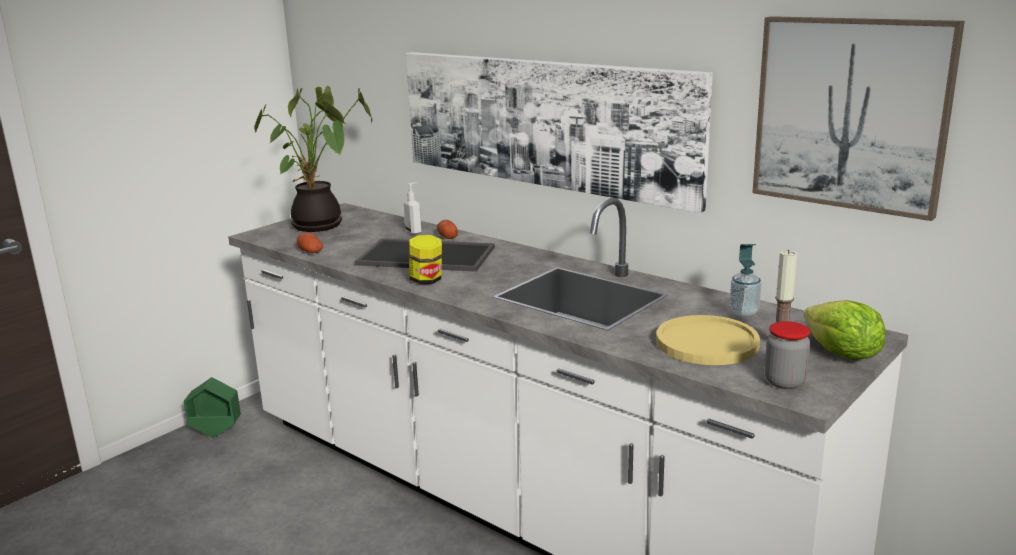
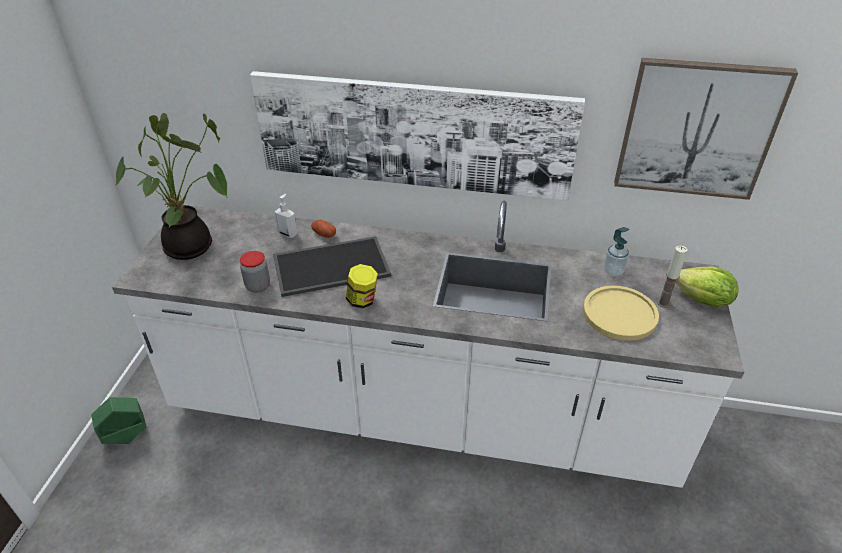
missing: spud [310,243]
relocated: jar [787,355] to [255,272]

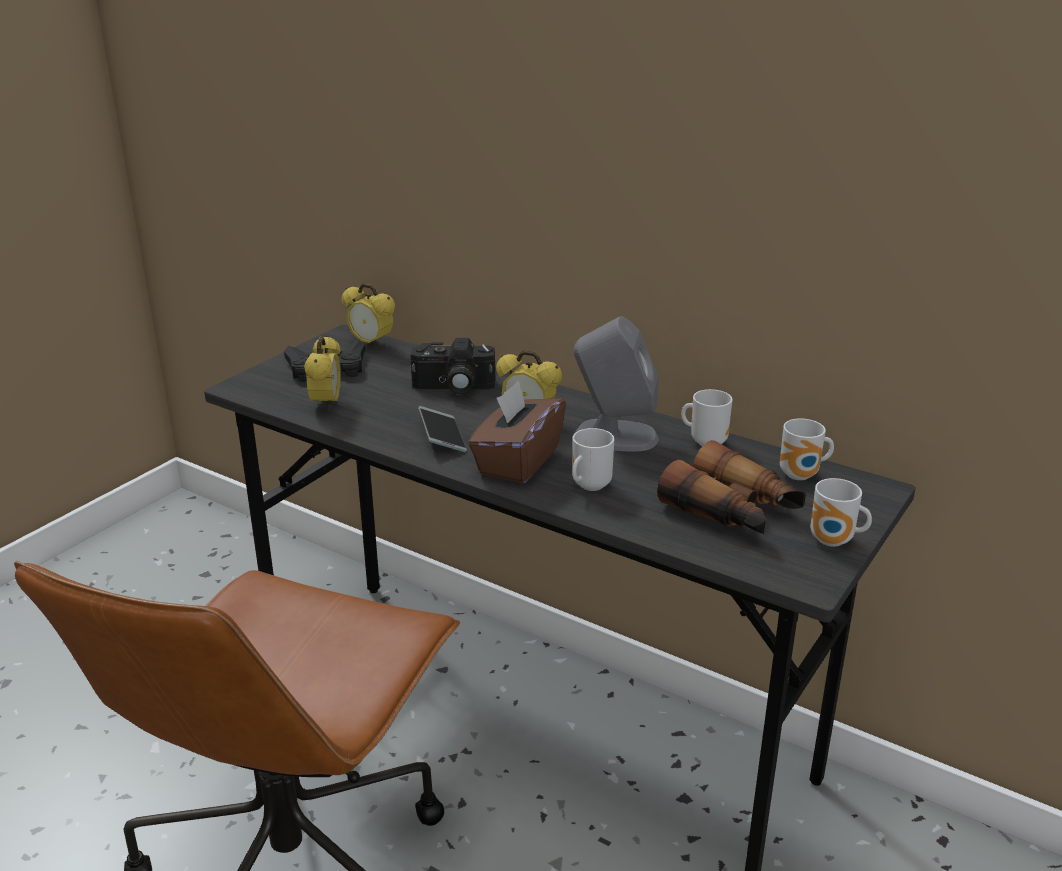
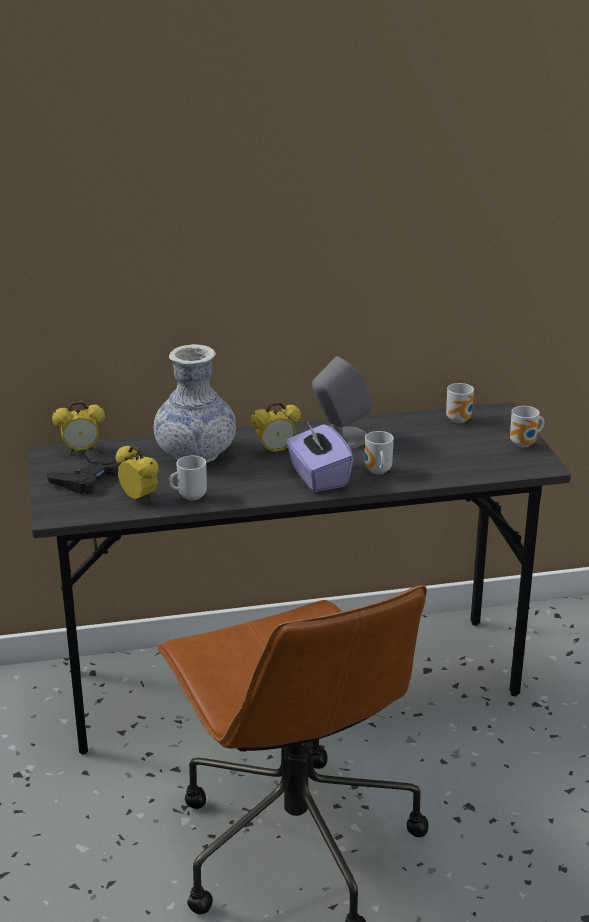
missing: handset [442,429]; binoculars [731,487]
relocated: tea mug [707,417] to [188,478]
exchanged: still camera [453,366] to flower vase [195,403]
colour: brownish tissue box [517,432] to purple tissue box [320,456]

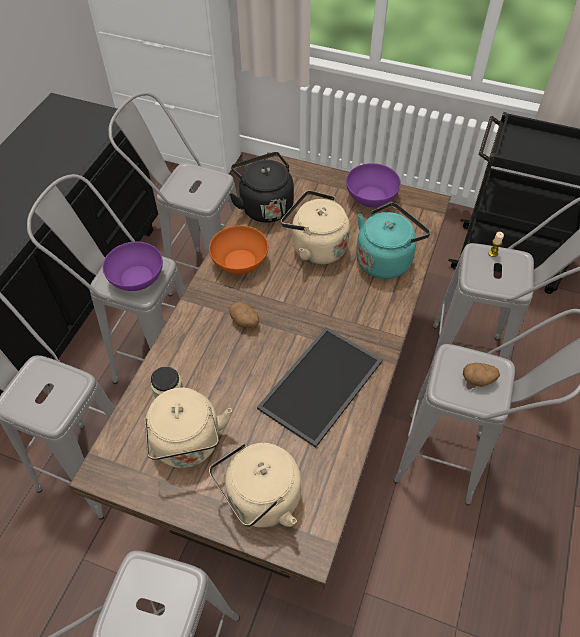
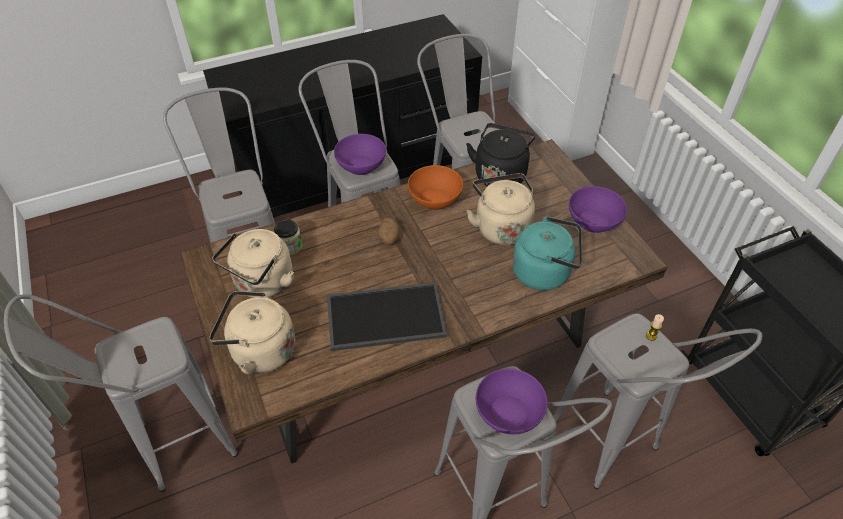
exchanged: spud [481,375] to purple bowl [511,401]

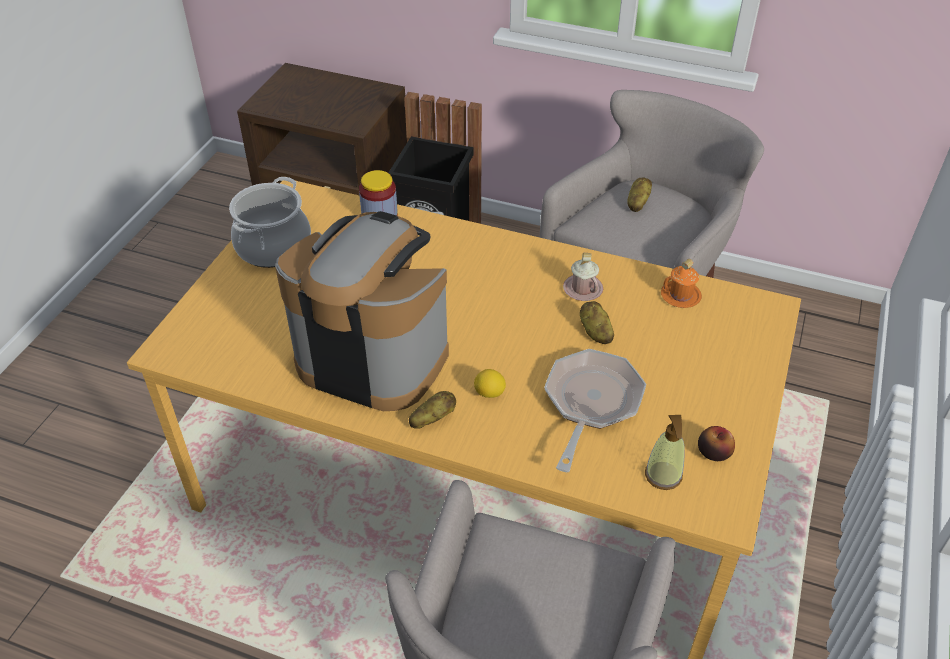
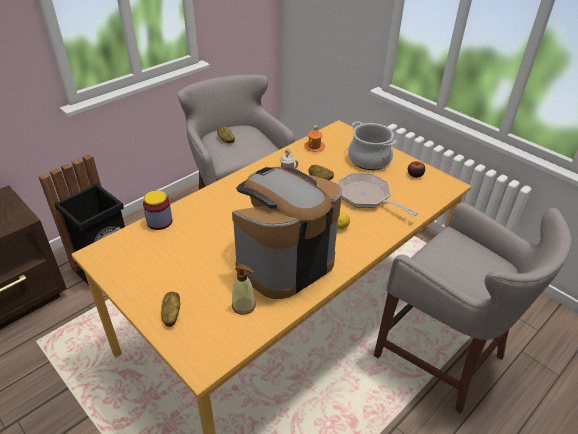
relocated: spud [432,410] to [170,309]; liquid soap bottle [665,452] to [244,289]; cooking pot [270,222] to [372,145]

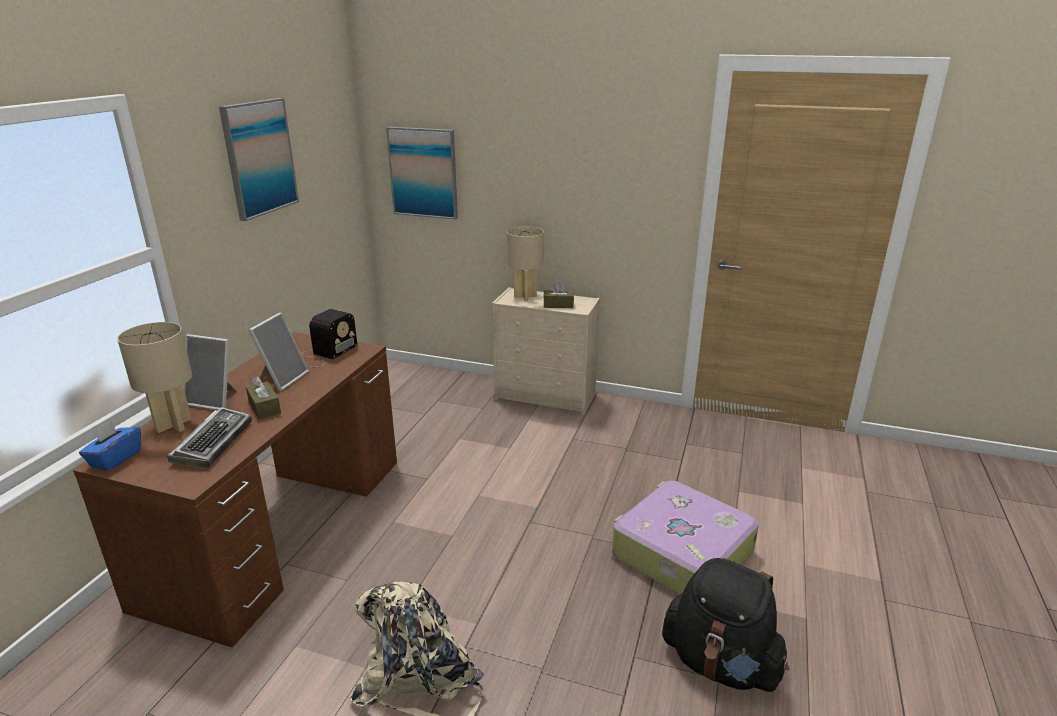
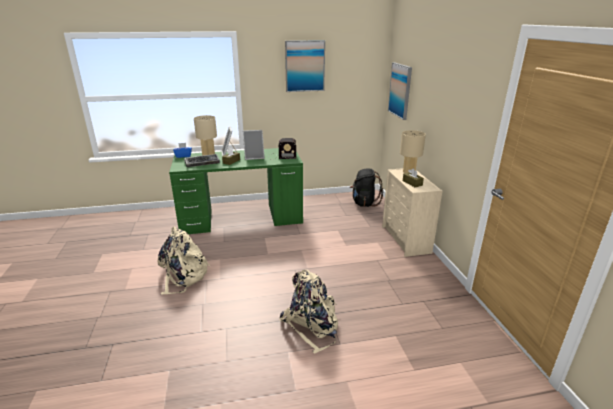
relocated: blackish rucksack [726,625] to [366,187]
exchanged: travel case [685,538] to sand-coloured rucksack [308,312]
colour: brownish desk unit [235,490] to green-coloured desk unit [236,191]

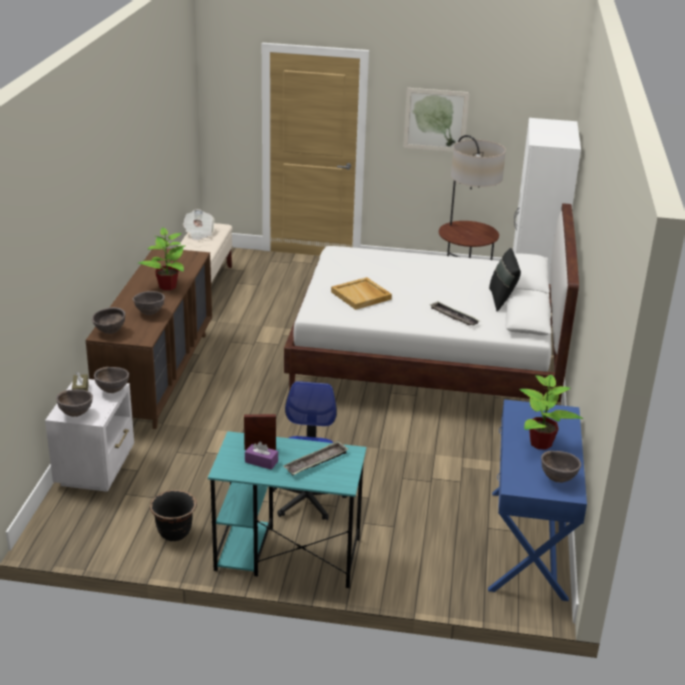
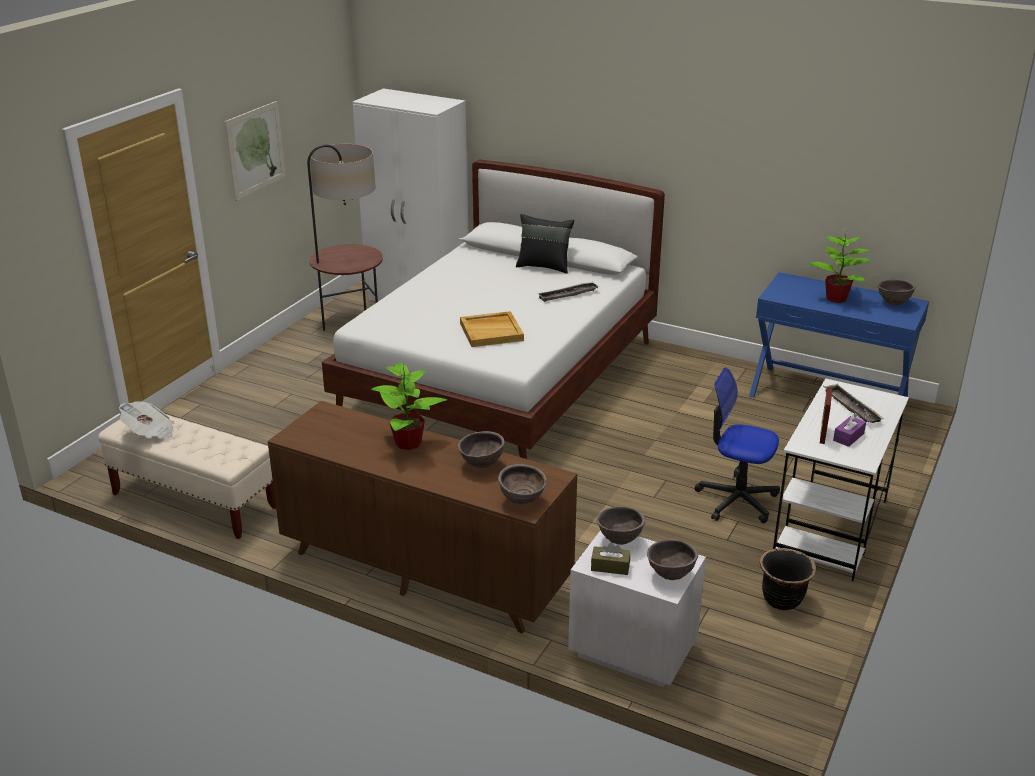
colour: turquoise-coloured desk unit [287,509] to white-coloured desk unit [841,479]

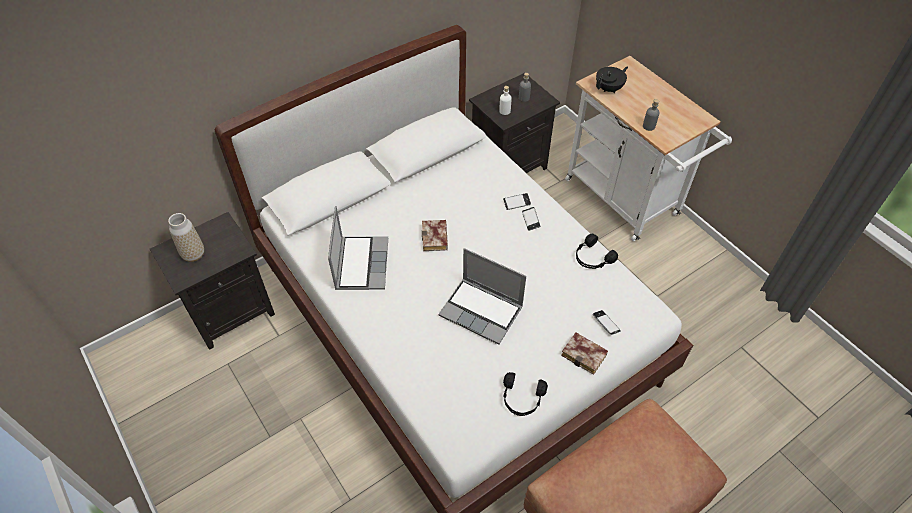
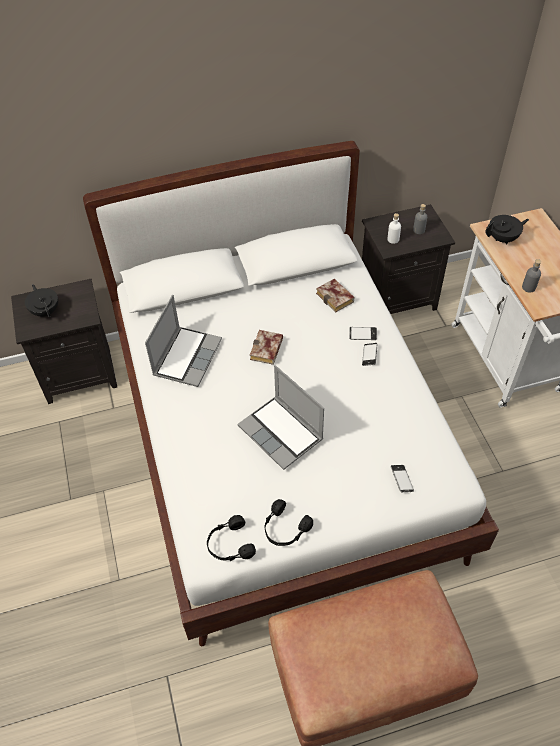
relocated: blackish pair of headphones [597,251] to [231,538]; bound book [584,353] to [335,295]
exchanged: flower vase [186,237] to blackish tea pot [41,300]

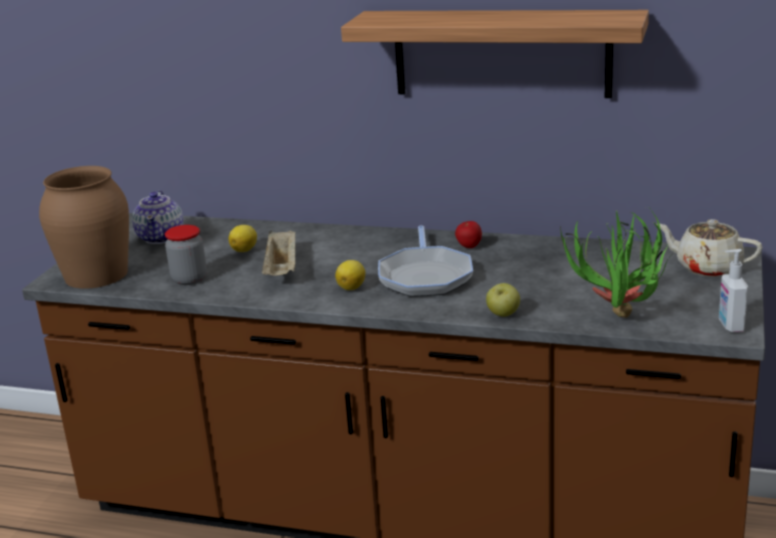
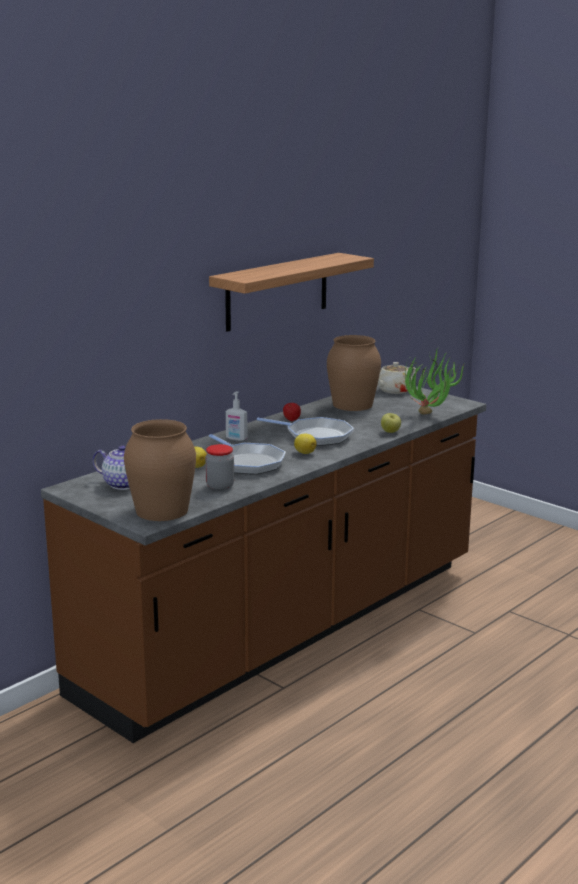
appeared: brownish flower vase [354,373]
relocated: liquid soap bottle [733,290] to [237,416]
exchanged: sand-coloured carrying tray [278,253] to frying pan [247,454]

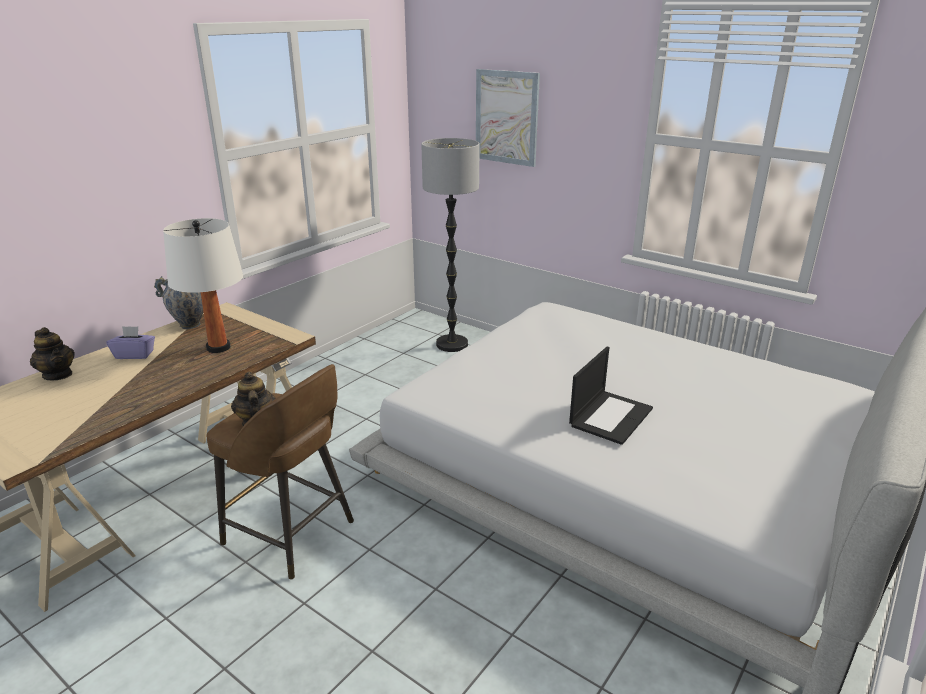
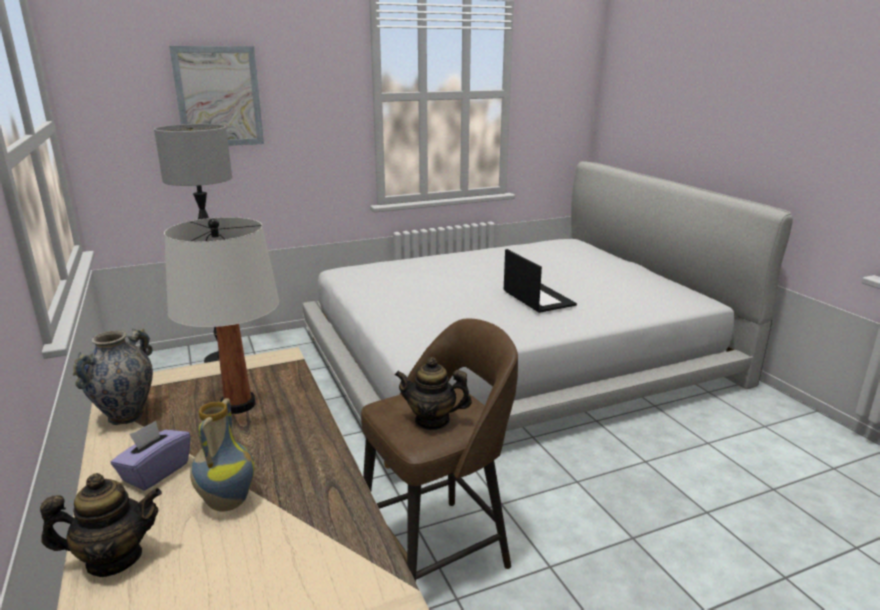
appeared: flower vase [222,454]

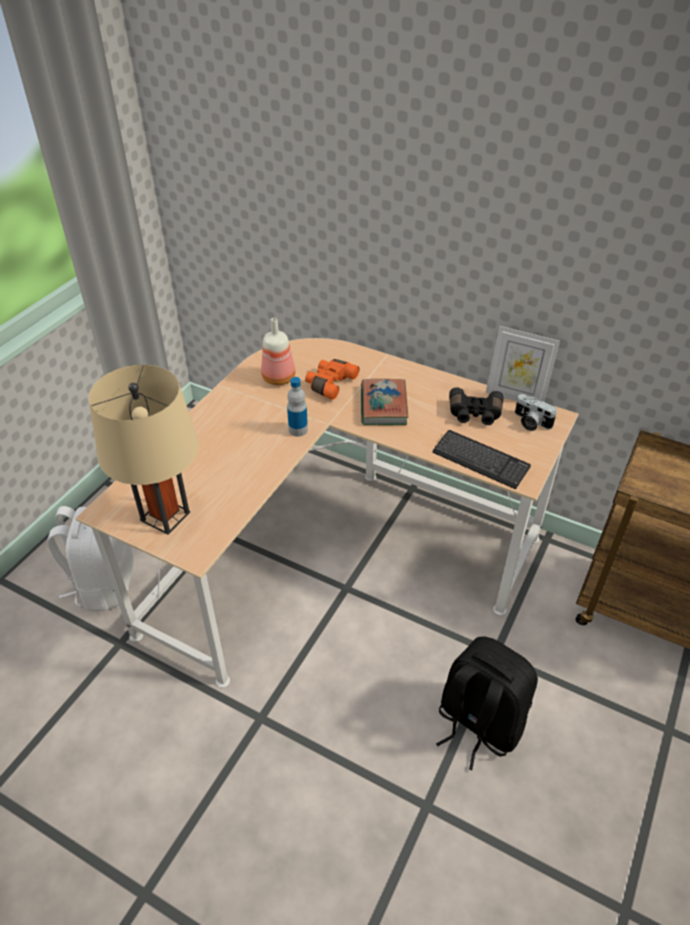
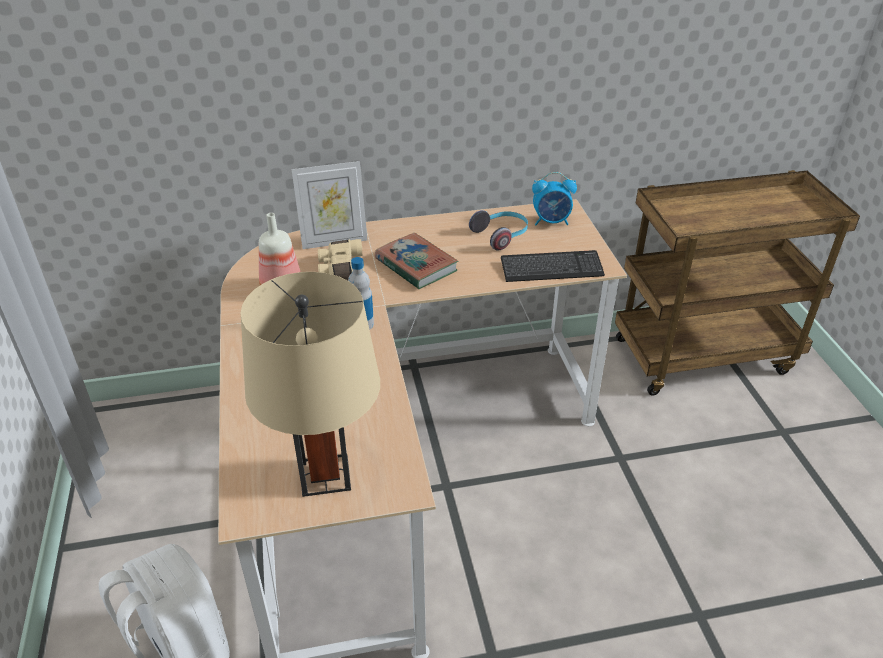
missing: blackish rucksack [487,703]
relocated: picture frame [523,364] to [329,205]
exchanged: blackish binoculars [476,406] to pair of headphones [498,230]; still camera [536,412] to alarm clock [554,198]
colour: orange-coloured binoculars [332,379] to sand-coloured binoculars [341,259]

